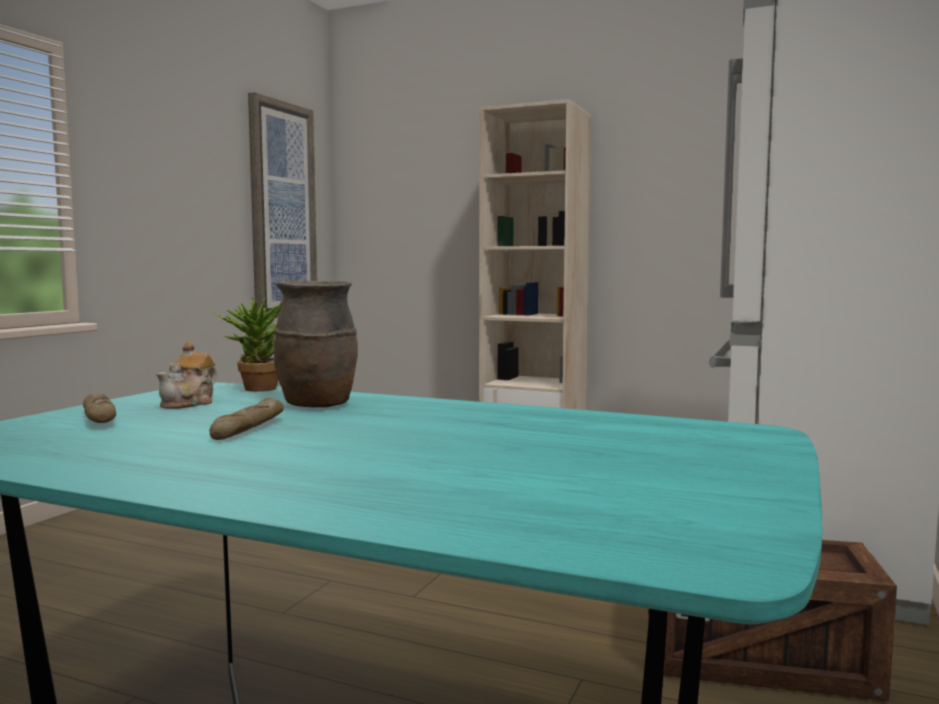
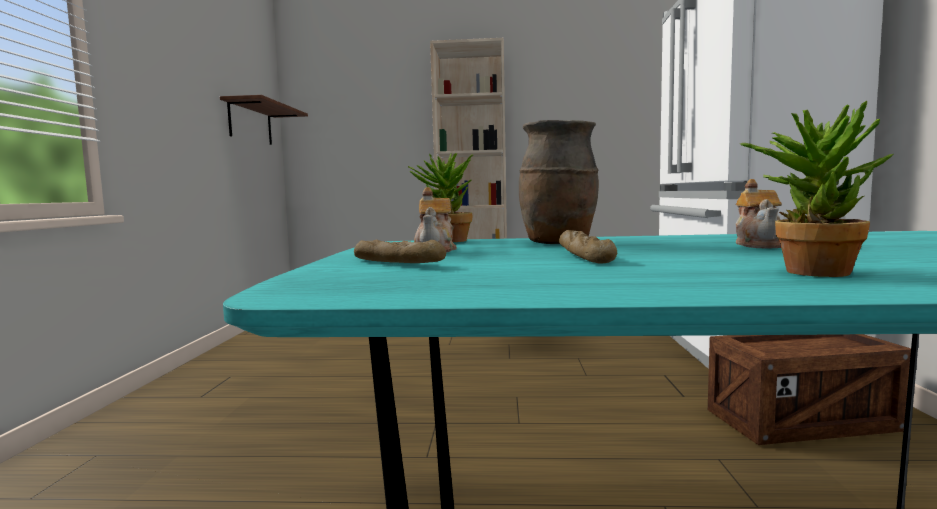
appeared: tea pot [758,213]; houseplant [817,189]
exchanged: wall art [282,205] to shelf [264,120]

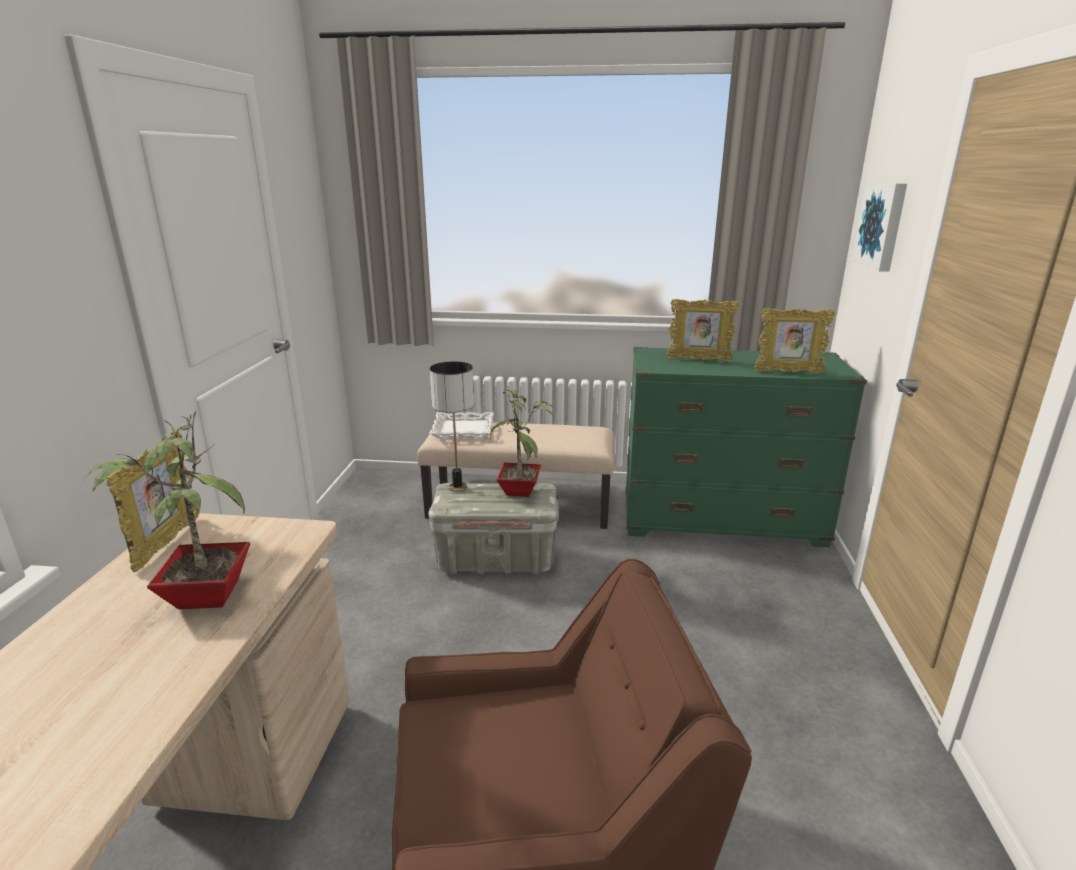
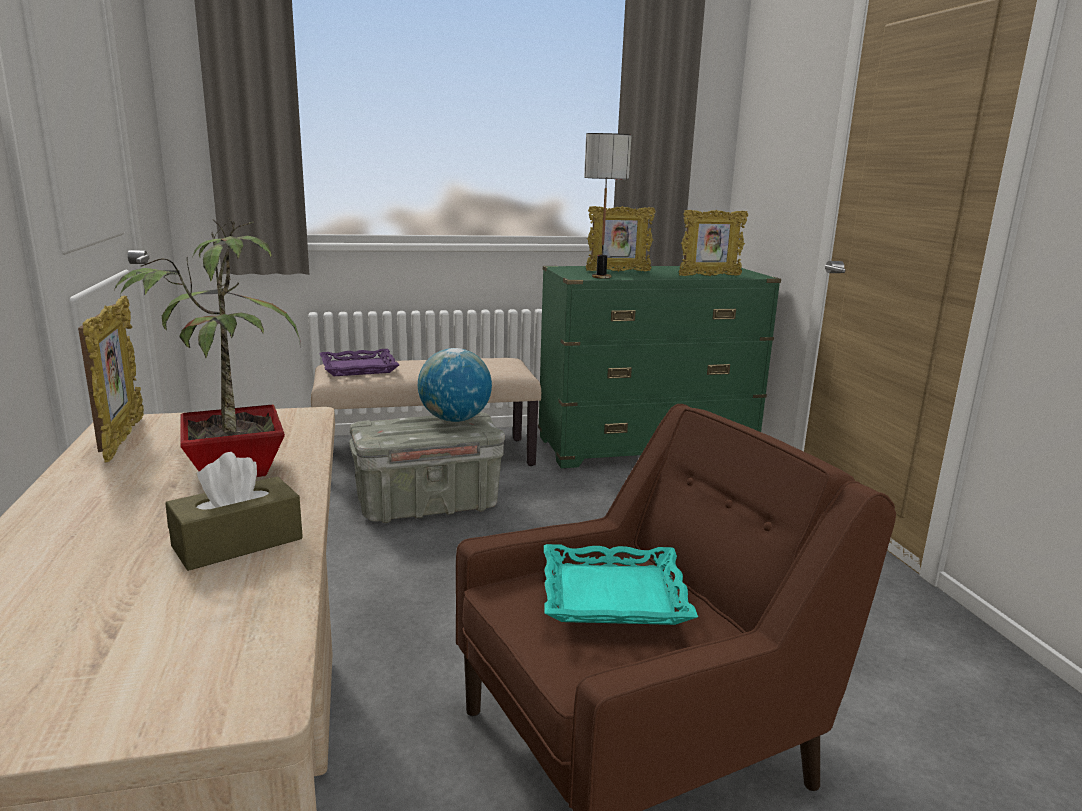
missing: wall art [879,226]
appeared: brownish tissue box [234,511]; turquoise-coloured carrying tray [621,584]
relocated: table lamp [452,426] to [608,206]
exchanged: houseplant [523,443] to world globe [455,385]
colour: white-coloured carrying tray [461,425] to purple carrying tray [359,362]

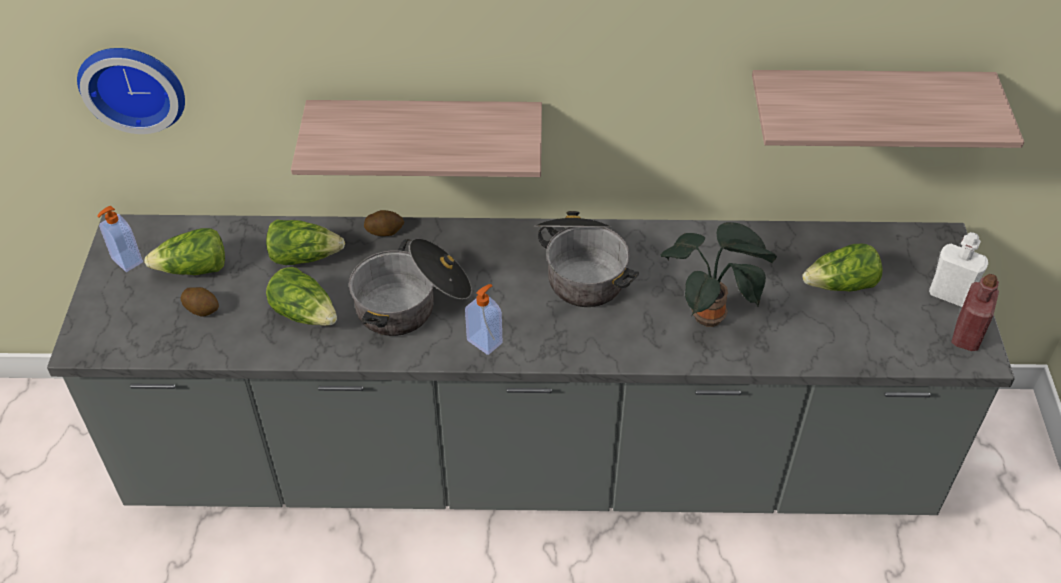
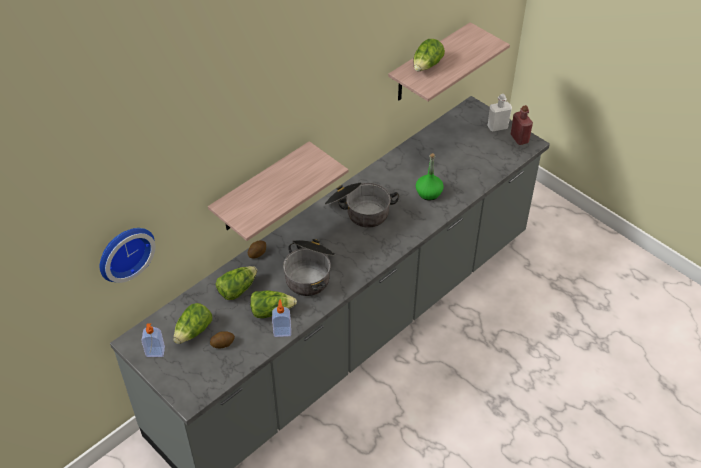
relocated: liquid soap bottle [483,319] to [281,318]; head of lettuce [842,268] to [429,55]
exchanged: houseplant [718,274] to green-coloured beverage bottle [430,177]

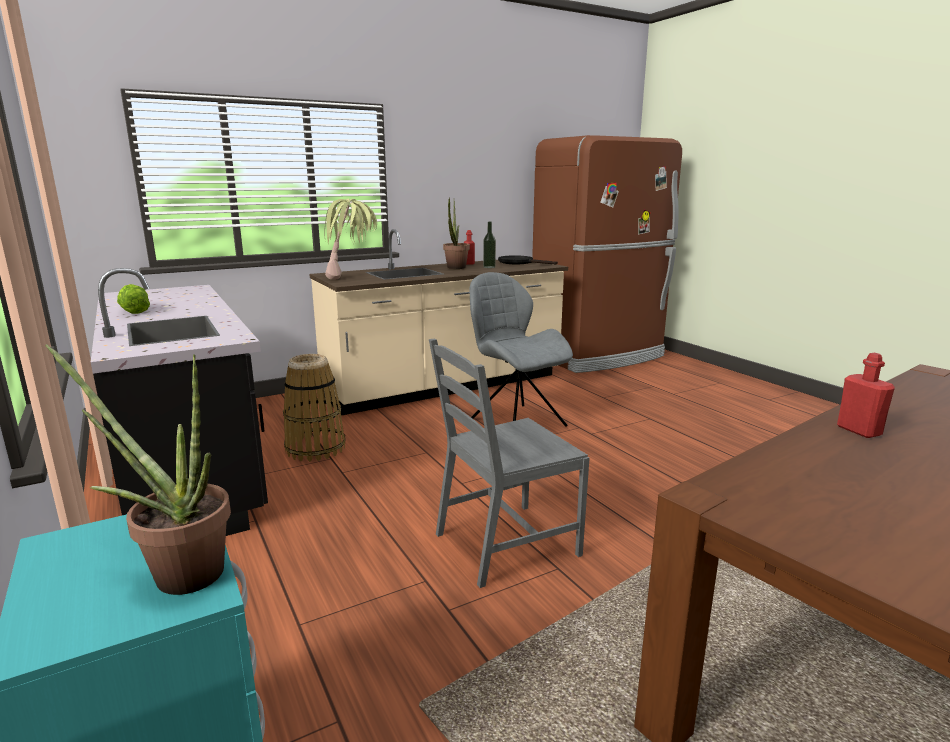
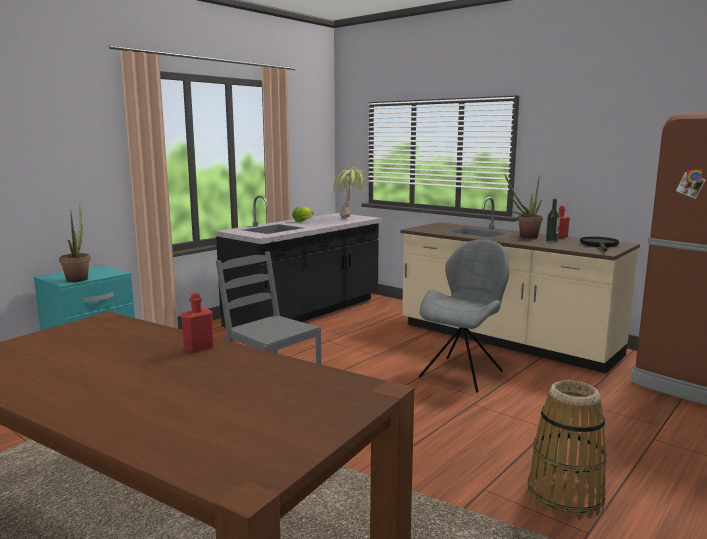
relocated: houseplant [350,239] to [349,193]; basket [314,408] to [567,450]

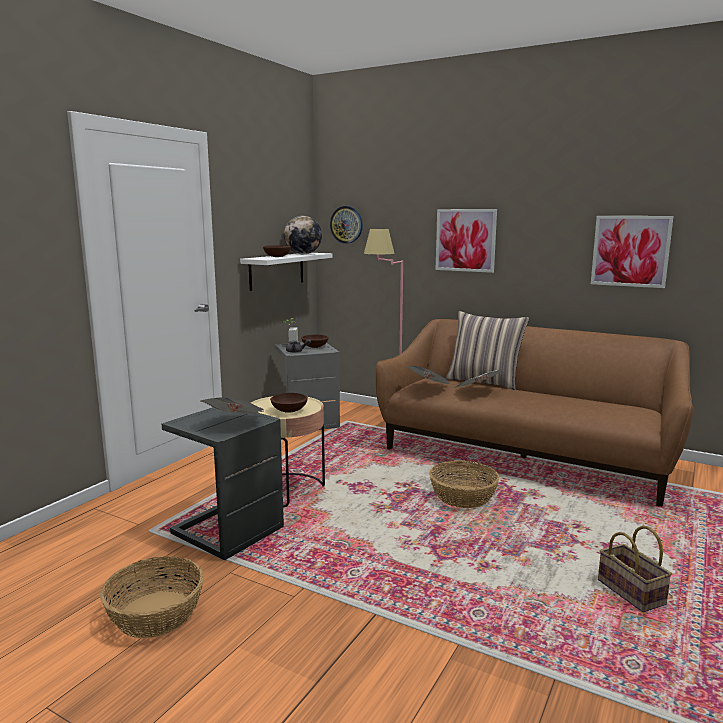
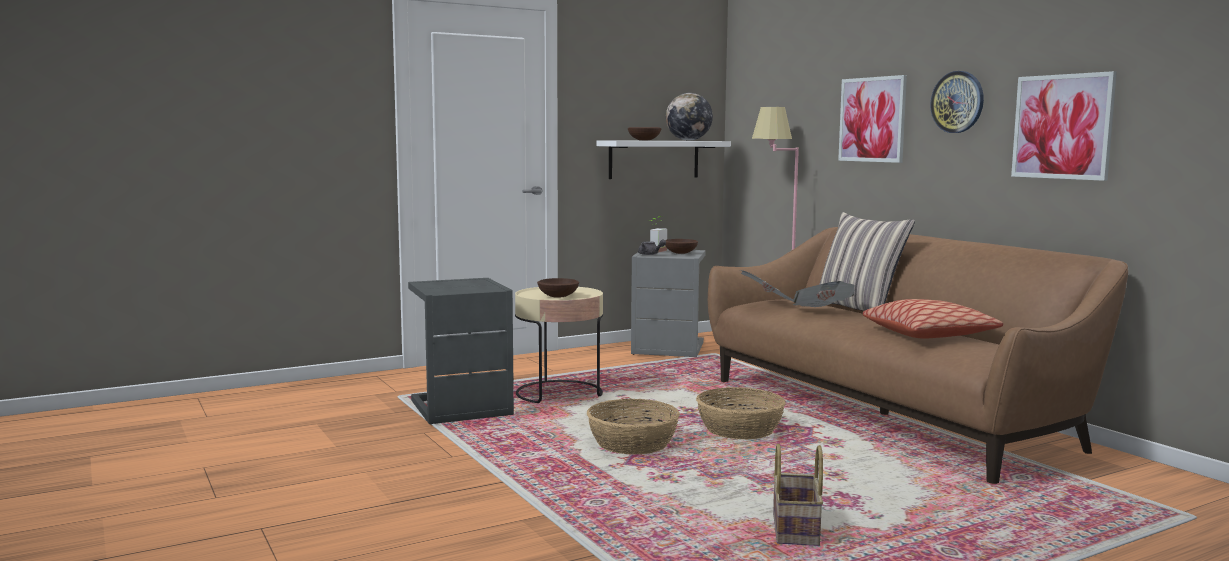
missing: daily paper [231,406]
appeared: cushion [932,319]
relocated: basket [152,597] to [633,427]; hanging clock [346,225] to [957,102]

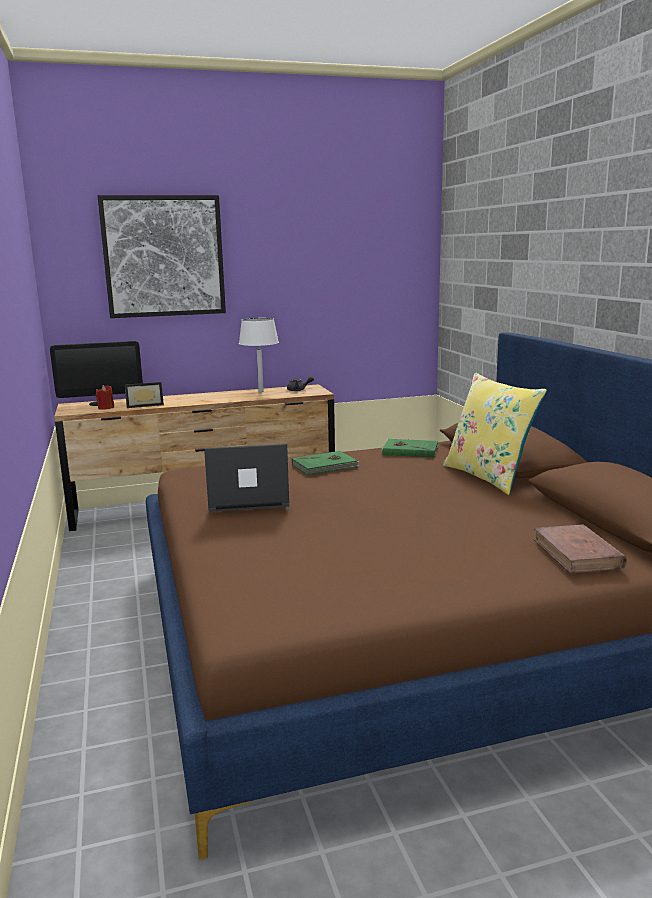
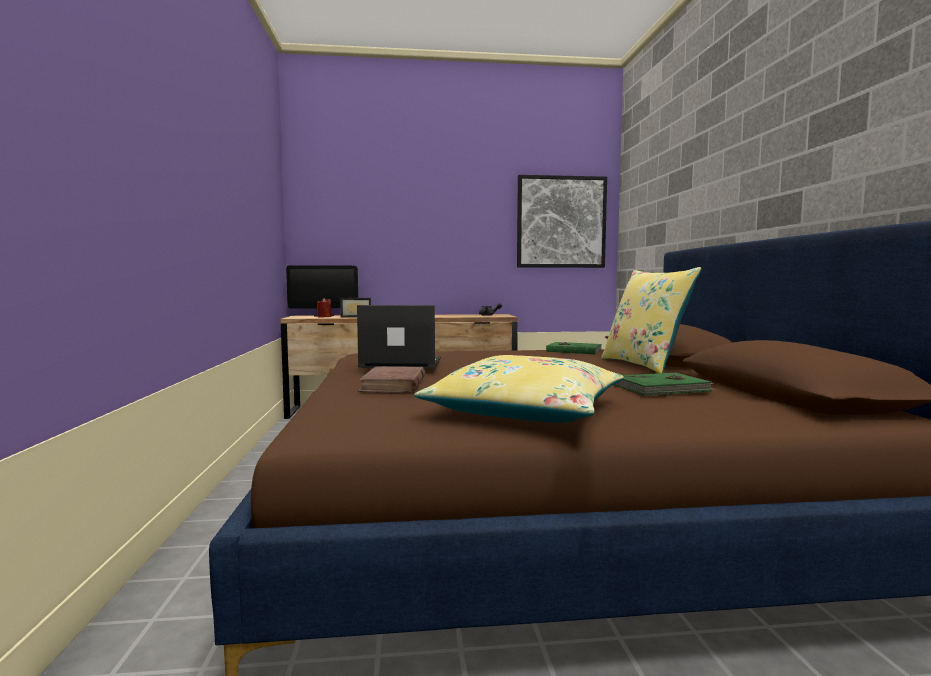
missing: white-coloured table lamp [259,355]
appeared: yellowish cushion [519,389]
relocated: brownish bound book [580,548] to [391,379]; wall art [162,256] to [562,221]; green-coloured bound book [326,463] to [665,384]

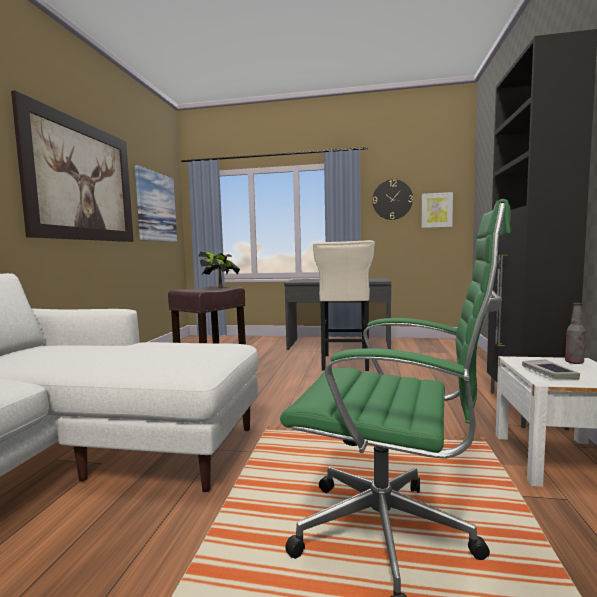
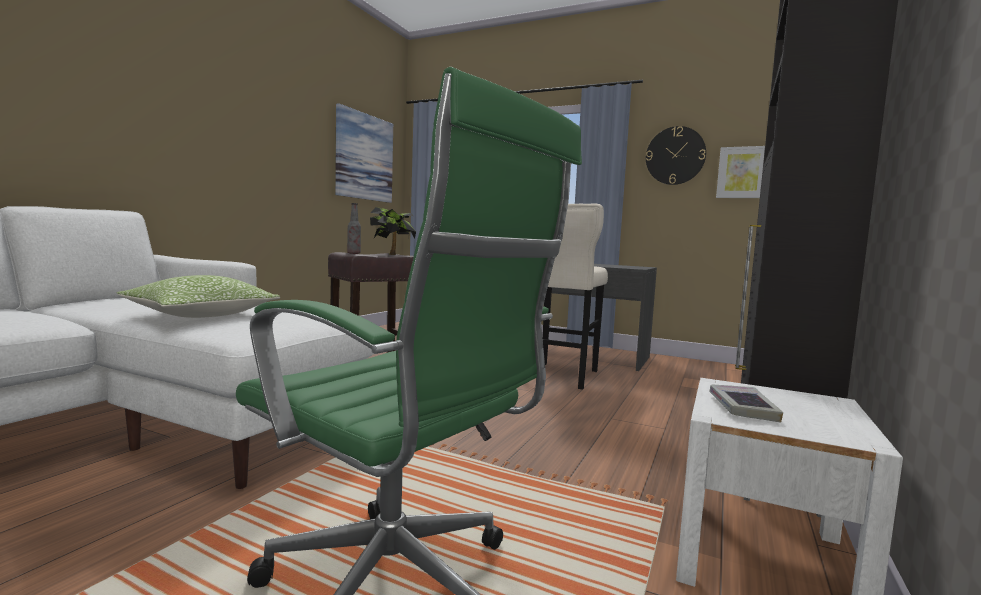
missing: wall art [72,166]
appeared: cushion [198,296]
relocated: beverage bottle [575,333] to [354,228]

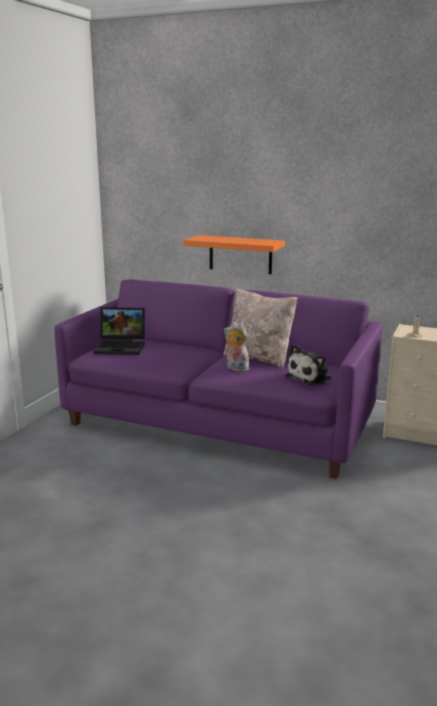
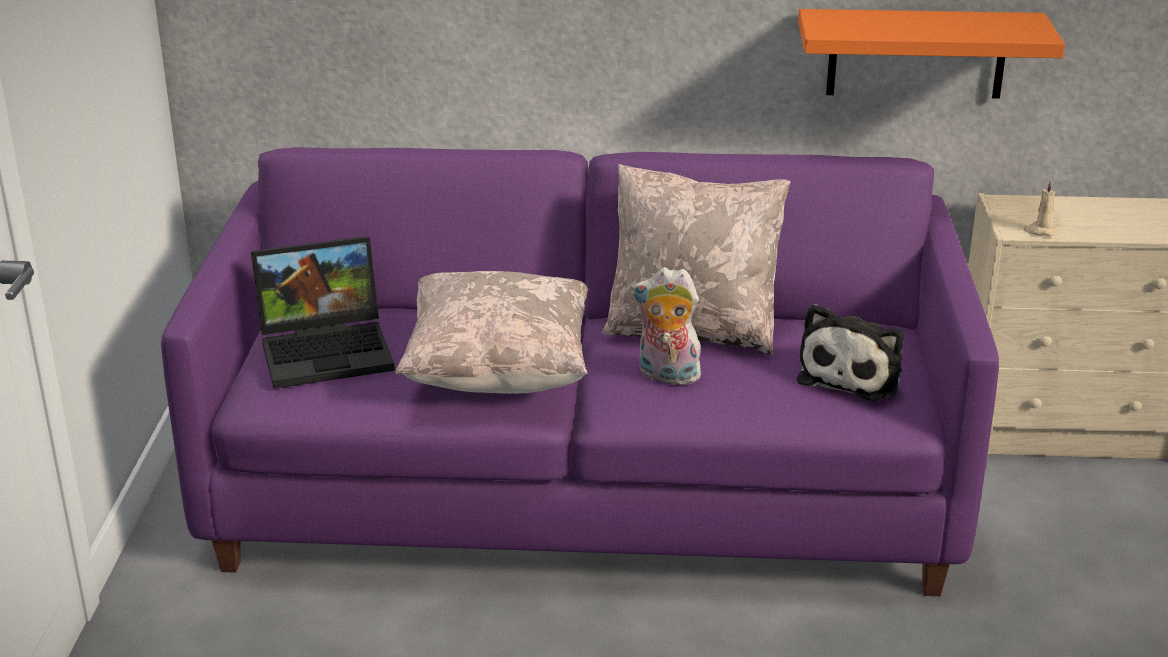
appeared: sand-coloured cushion [491,332]
relocated: orange-coloured shelf [234,254] to [931,54]

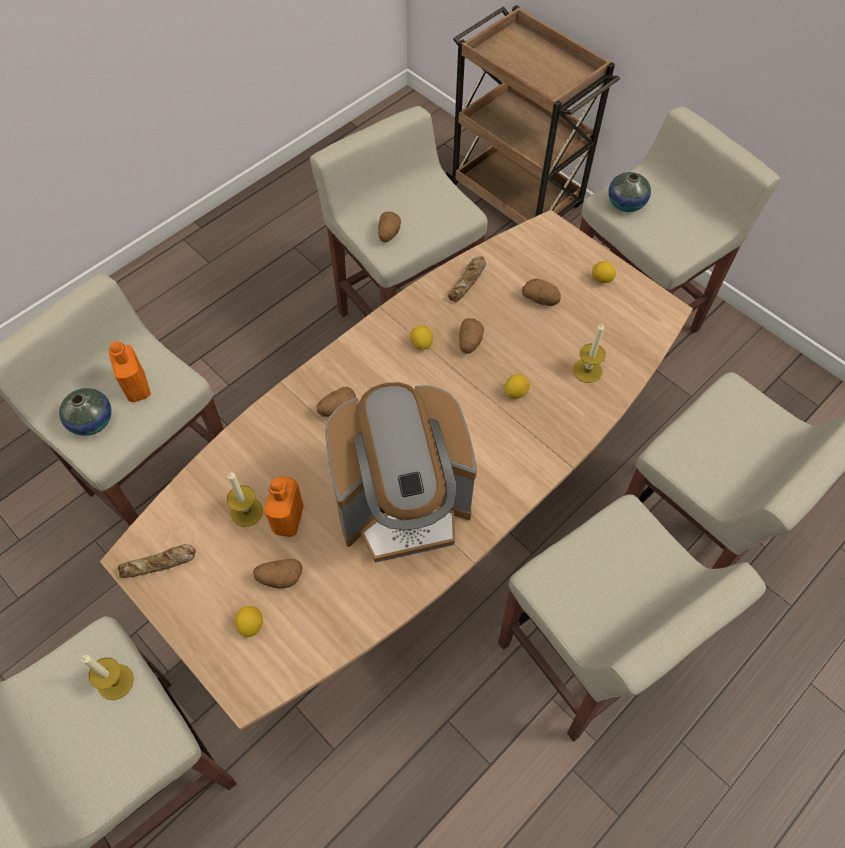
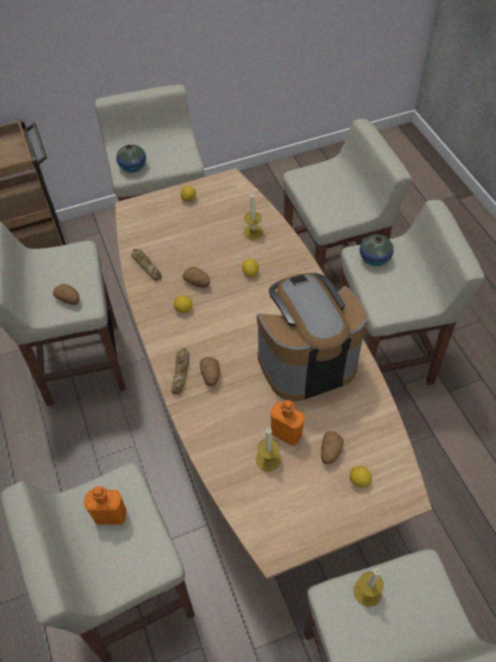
missing: spud [541,292]
relocated: bread [157,561] to [180,371]; flower vase [85,412] to [377,250]
spun: coffee maker [401,472] = [312,337] 120 degrees counterclockwise

